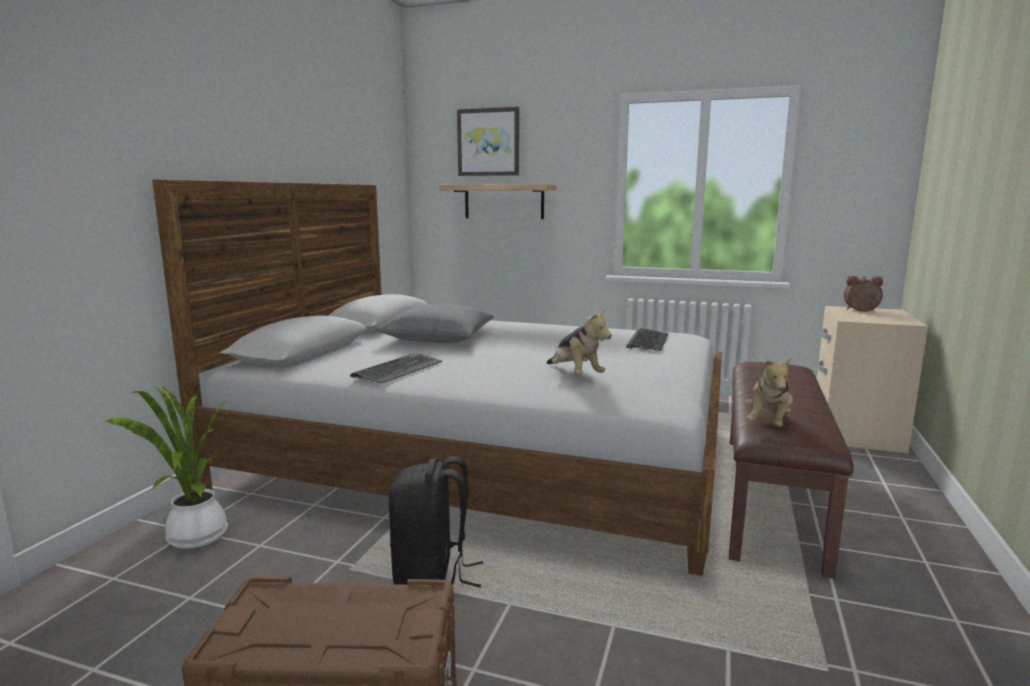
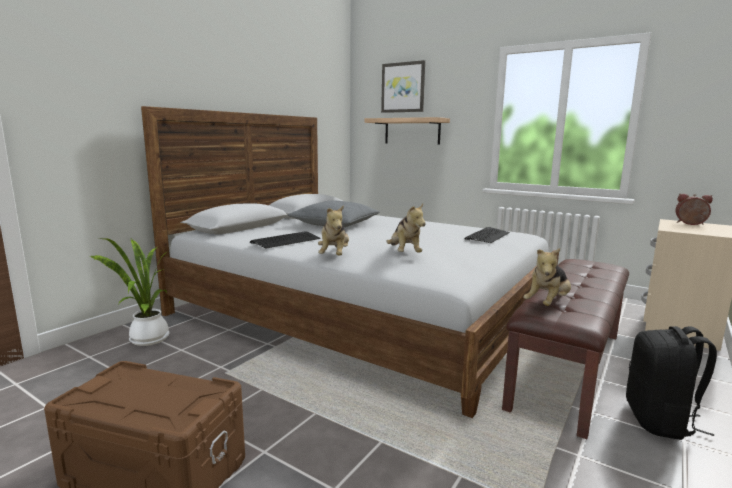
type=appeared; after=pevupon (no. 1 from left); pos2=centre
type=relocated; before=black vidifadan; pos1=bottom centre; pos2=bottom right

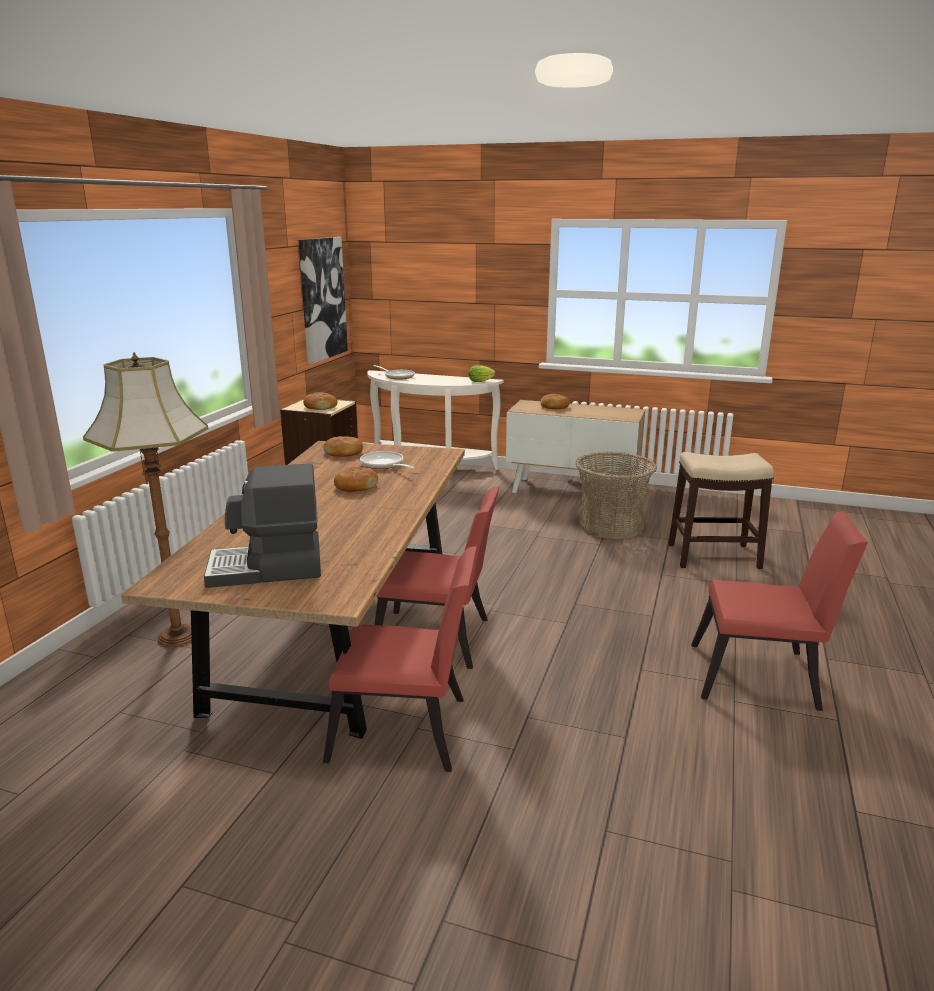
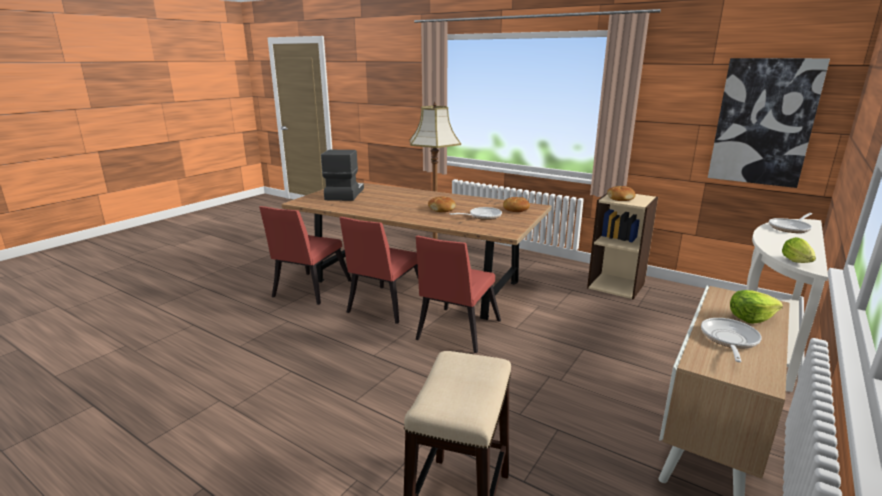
type=missing; before=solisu; pos1=centre
type=appeared; after=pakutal (no. 2 from left); pos2=bottom right
type=relocated; before=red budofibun (no. 3 from left); pos1=middle right; pos2=centre
type=exchanged; before=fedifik (no. 4 from left); after=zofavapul (no. 1 from left); pos1=centre; pos2=middle right

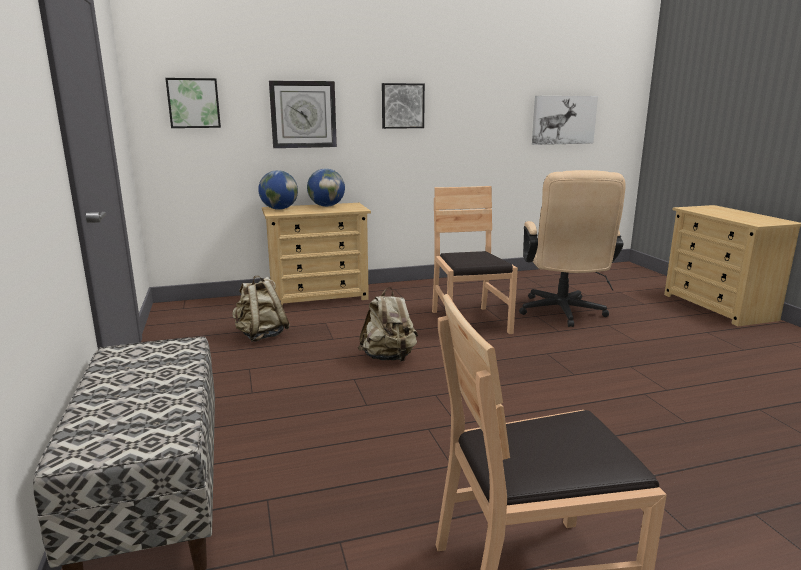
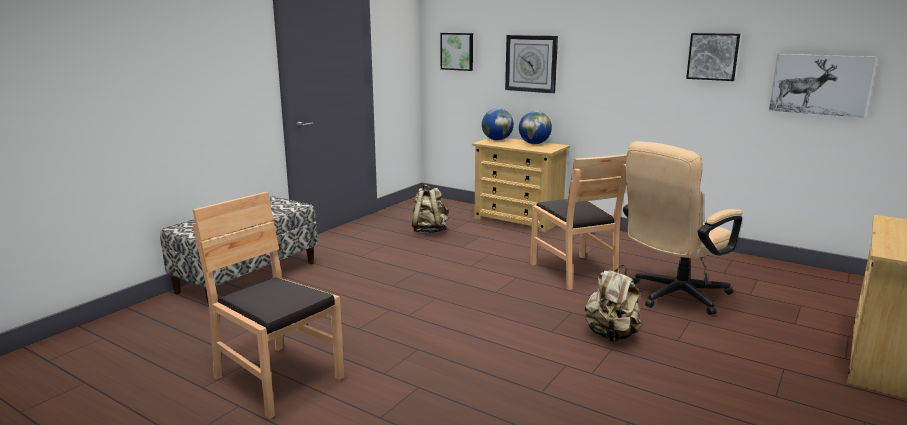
type=relocated; before=beige vidifadan (no. 2 from left); pos1=centre; pos2=bottom right
type=relocated; before=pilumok (no. 2 from left); pos1=top centre; pos2=top right
type=spun; before=brown budofibun (no. 1 from left in the first image); pos1=centre; pos2=centre; turn=120

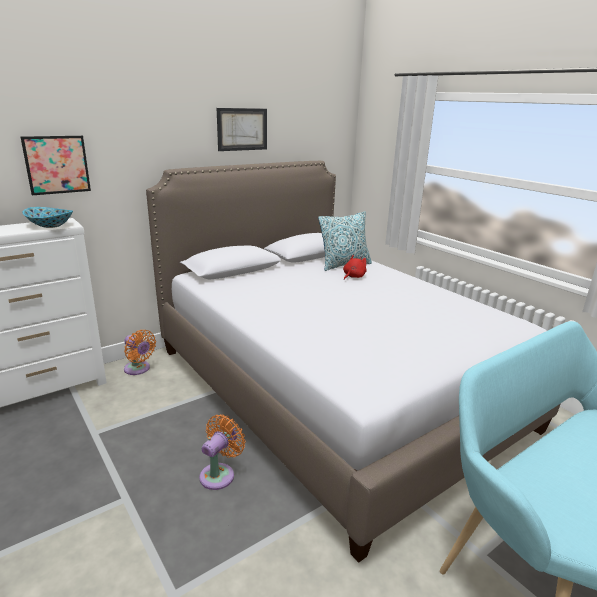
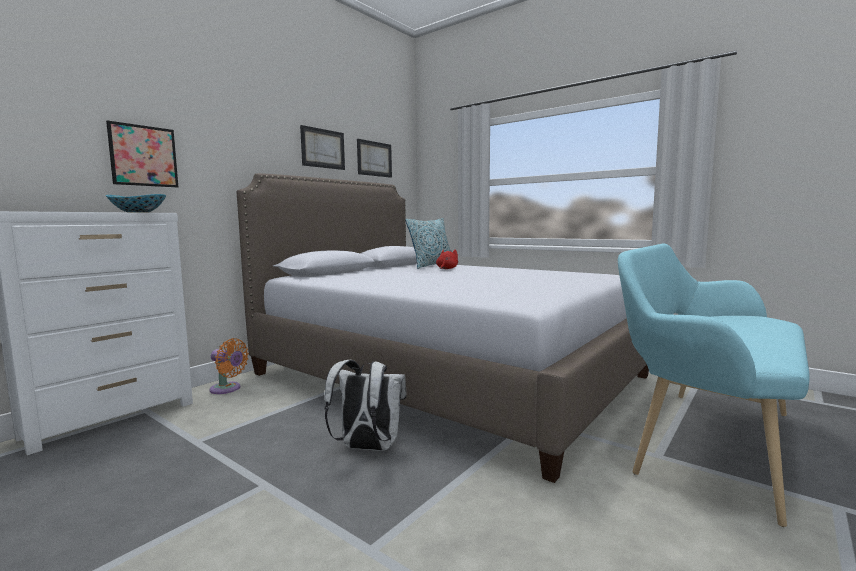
type=appeared; after=pilumok (no. 3 from left); pos2=top centre
type=exchanged; before=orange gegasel (no. 2 from left); after=white vidifadan; pos1=bottom centre; pos2=bottom centre

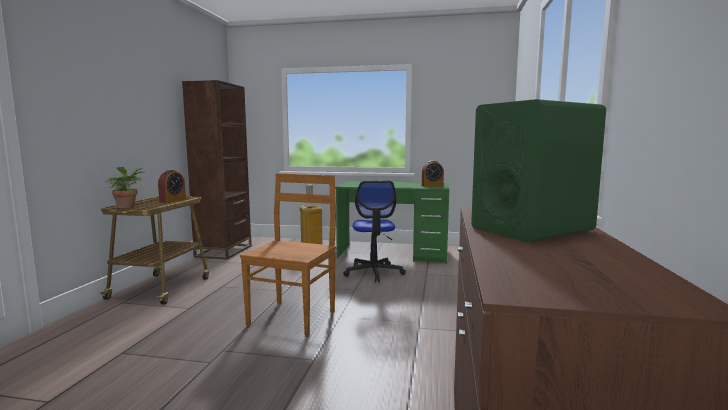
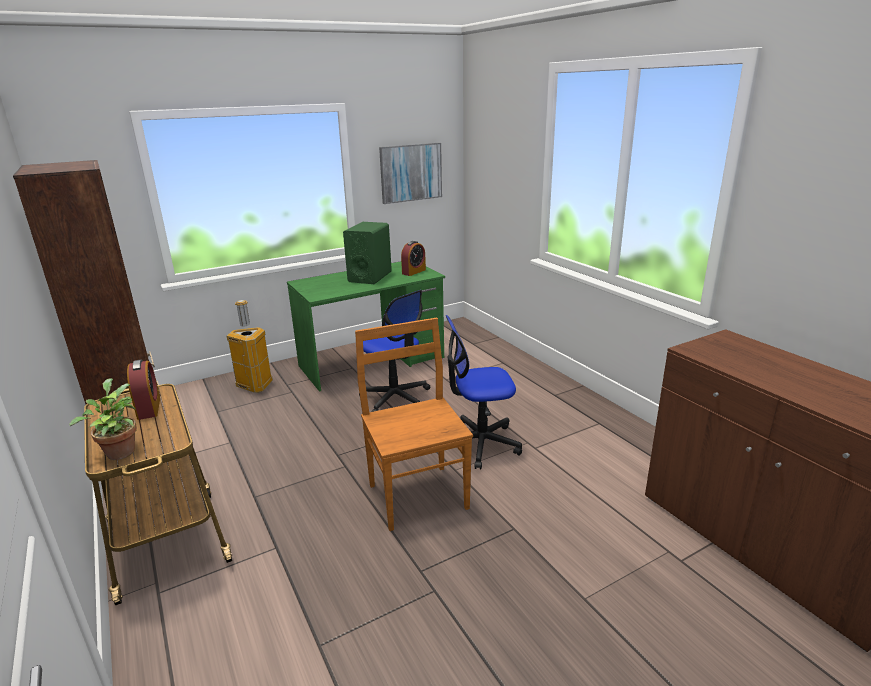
type=appeared; after=pilumok; pos2=top centre
type=appeared; after=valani (no. 2 from left); pos2=centre
type=relocated; before=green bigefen; pos1=middle right; pos2=centre

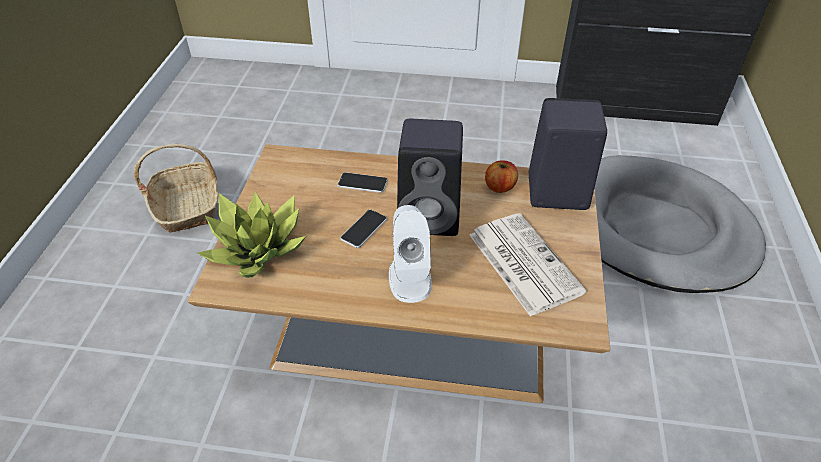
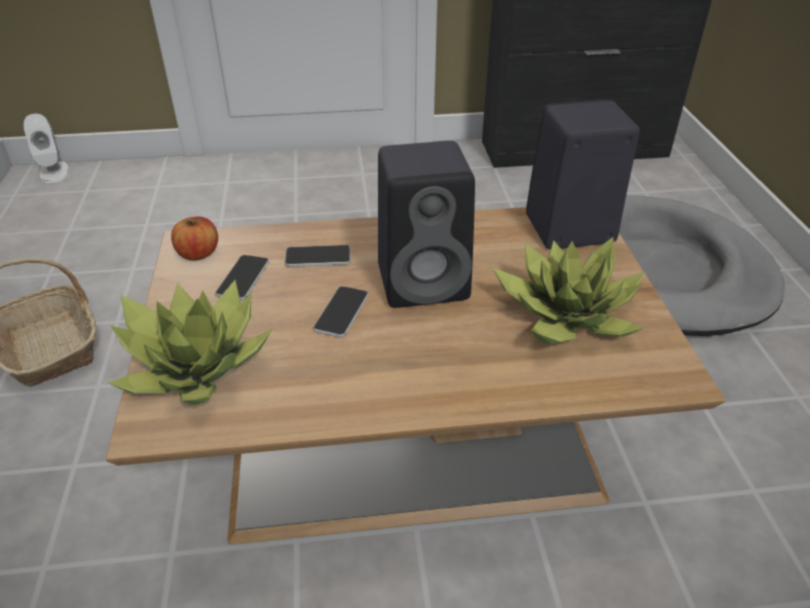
type=appeared; after=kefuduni (no. 1 from left); pos2=middle left
type=relocated; before=white bigefen; pos1=centre; pos2=top left
type=relocated; before=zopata; pos1=centre; pos2=middle left
type=exchanged; before=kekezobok; after=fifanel (no. 2 from left); pos1=centre; pos2=middle right

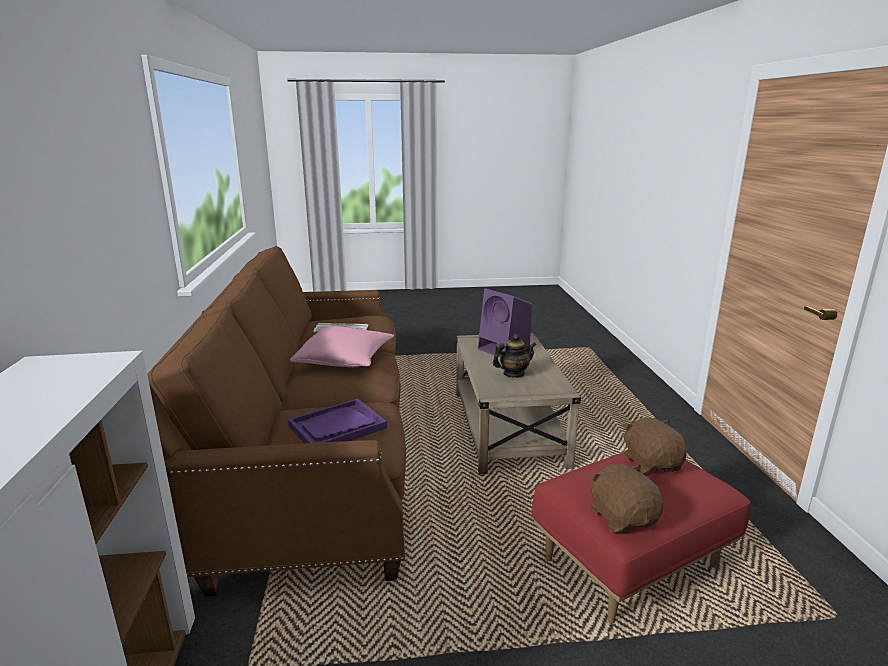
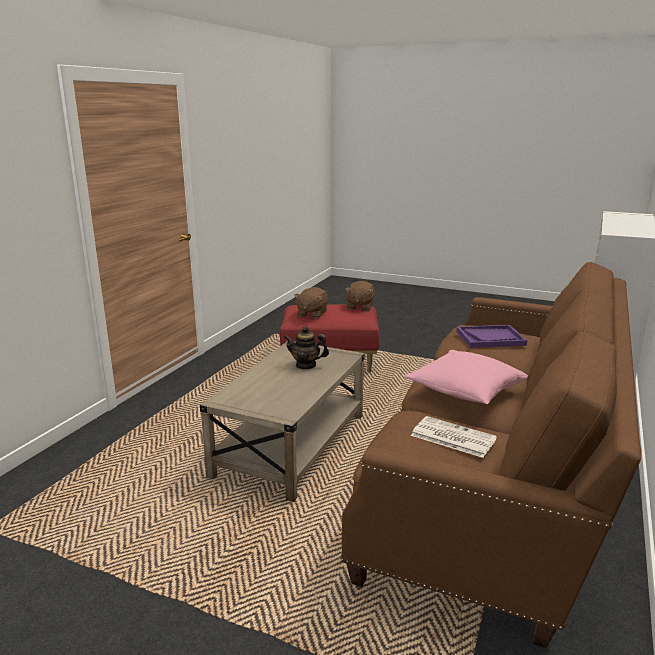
type=missing; before=purple bigefen; pos1=centre

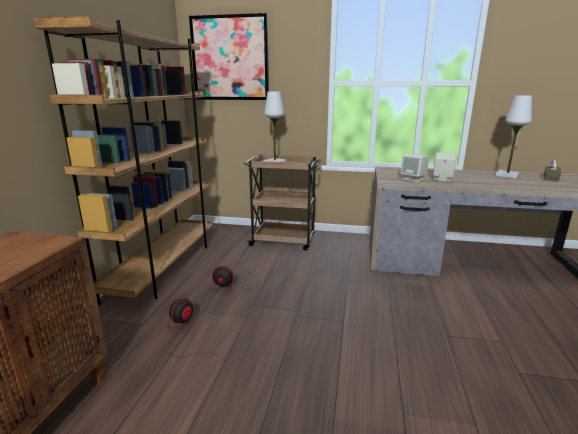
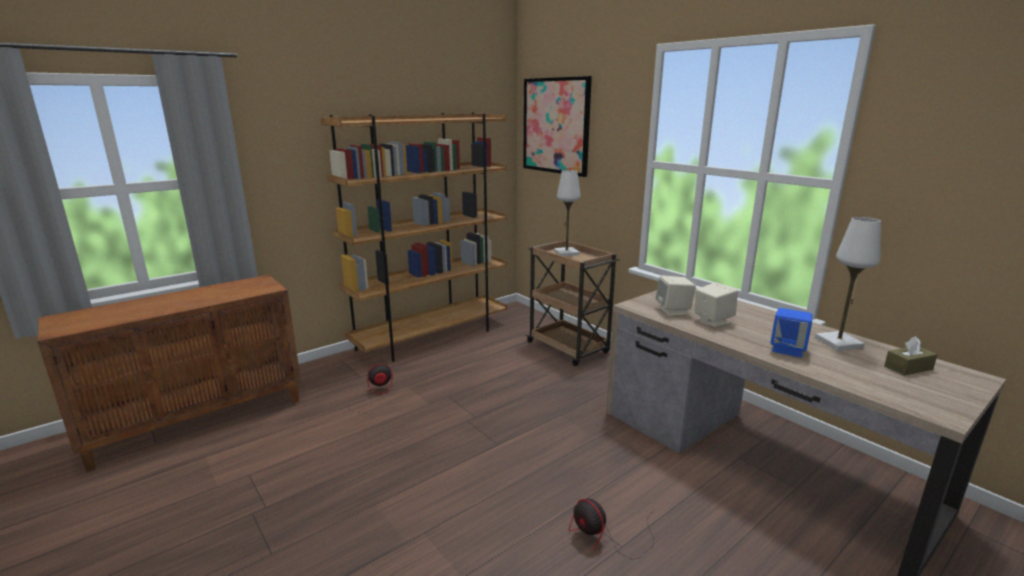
type=appeared; after=blue bigefen; pos2=middle right
type=relocated; before=gegasel (no. 2 from left); pos1=centre; pos2=bottom centre

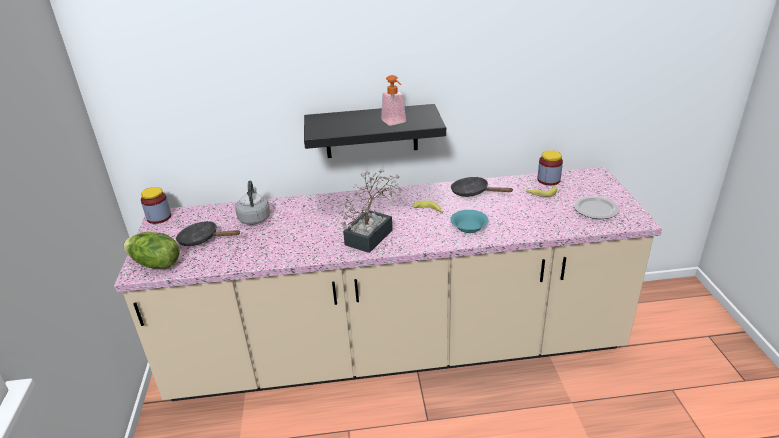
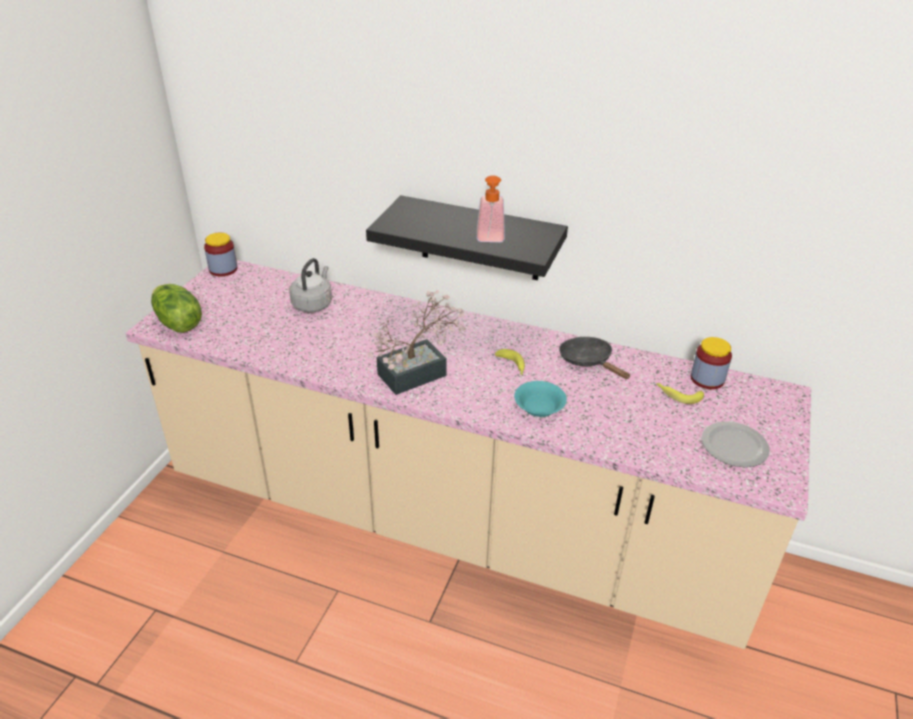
type=missing; before=black pakutal (no. 1 from left); pos1=middle left

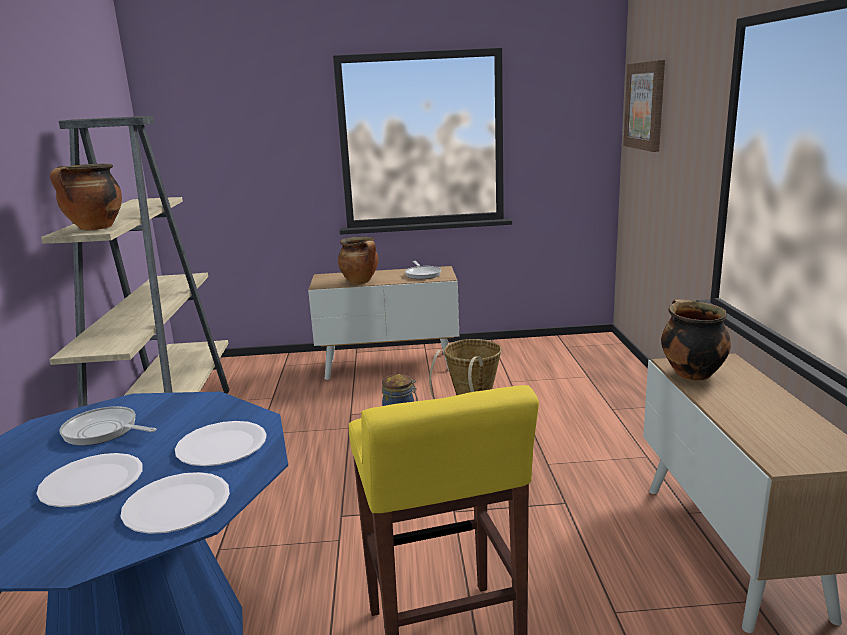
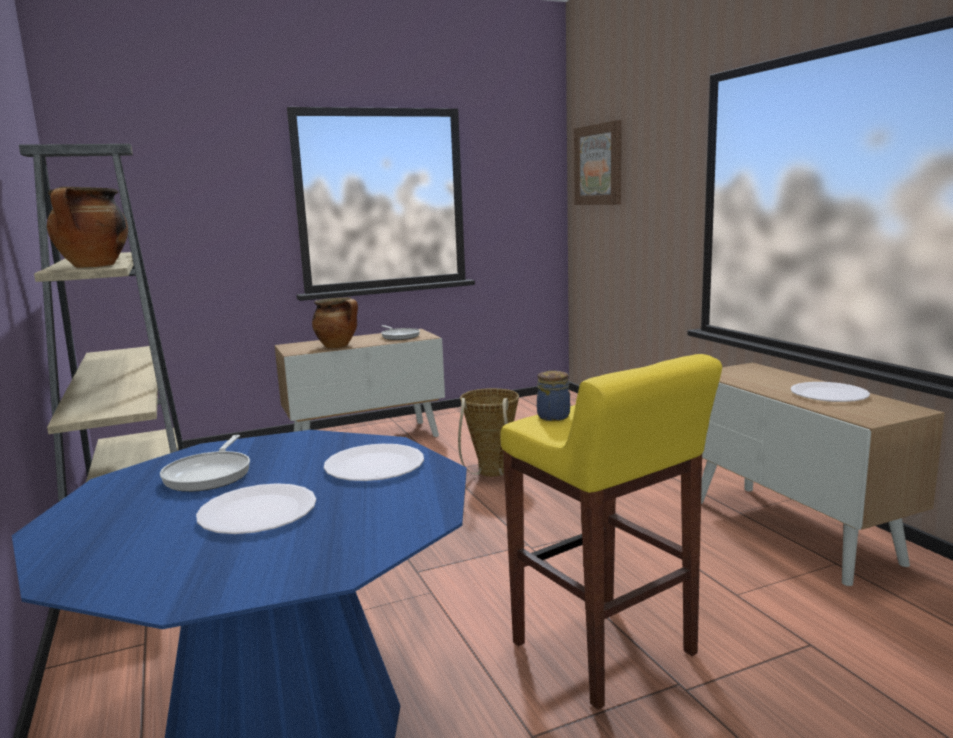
type=missing; before=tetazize (no. 3 from left); pos1=middle right
type=relocated; before=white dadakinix (no. 2 from left in the first image); after=white dadakinix (no. 3 from left); pos1=bottom left; pos2=middle right
type=spun; before=pakutal (no. 1 from left); pos1=bottom left; pos2=middle left; turn=-90

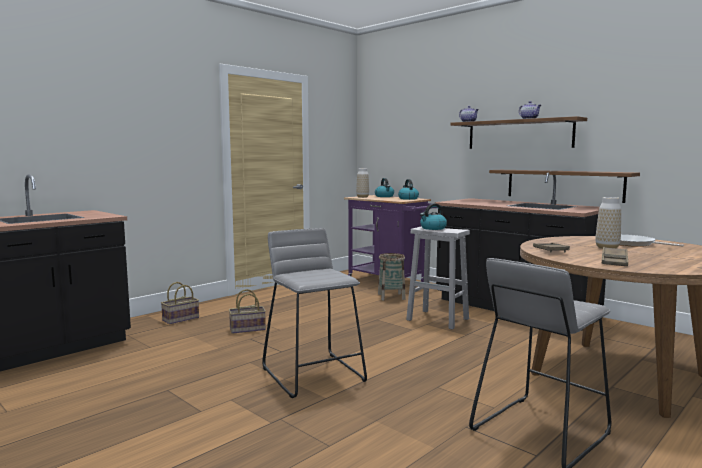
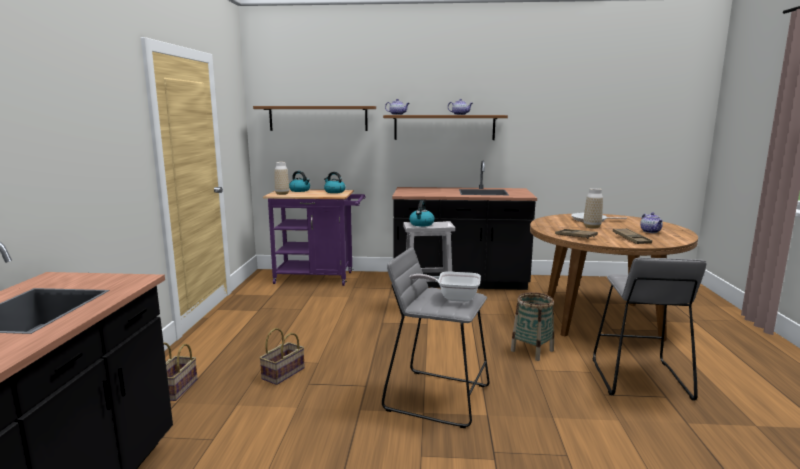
type=appeared; after=pakutal (no. 1 from left); pos2=centre
type=appeared; after=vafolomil (no. 3 from left); pos2=middle right
type=relocated; before=solisu (no. 3 from left); pos1=centre; pos2=bottom centre
type=relocated; before=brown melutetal (no. 2 from left in the first image); after=brown melutetal (no. 1 from left); pos1=middle right; pos2=top centre

